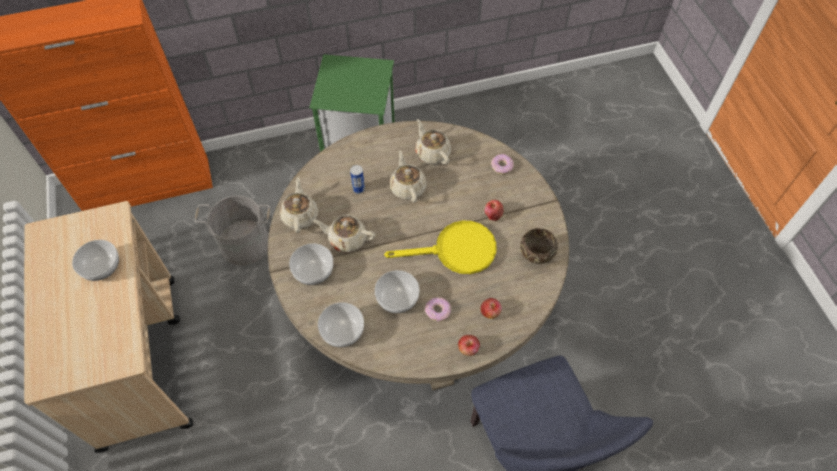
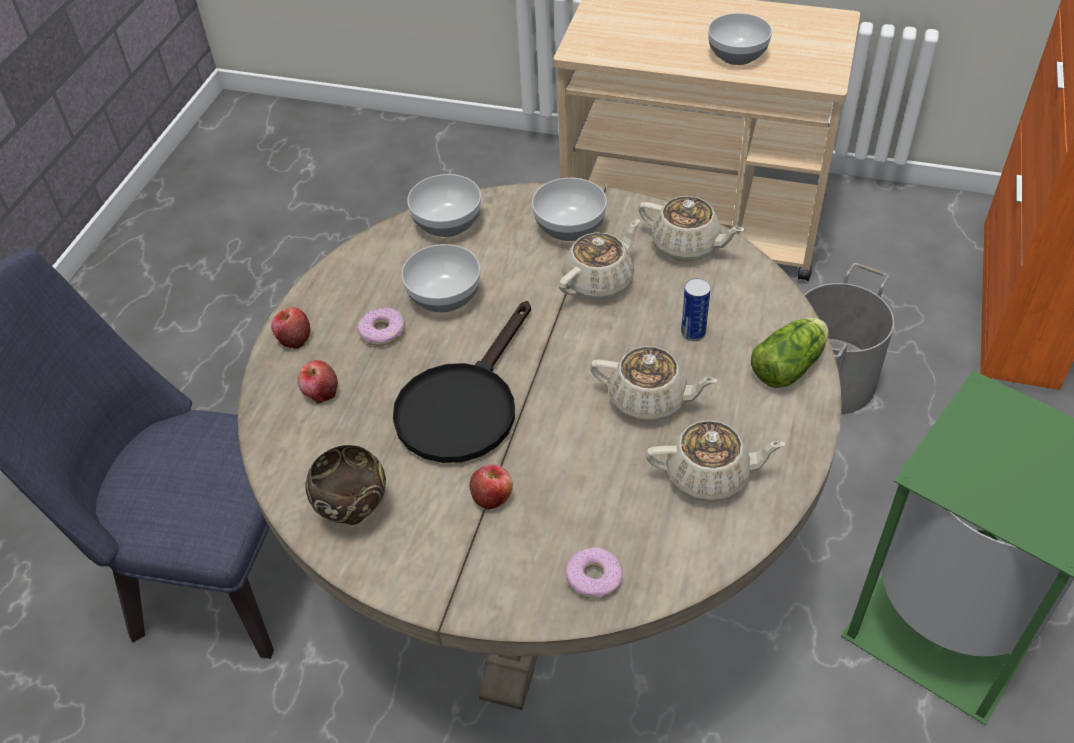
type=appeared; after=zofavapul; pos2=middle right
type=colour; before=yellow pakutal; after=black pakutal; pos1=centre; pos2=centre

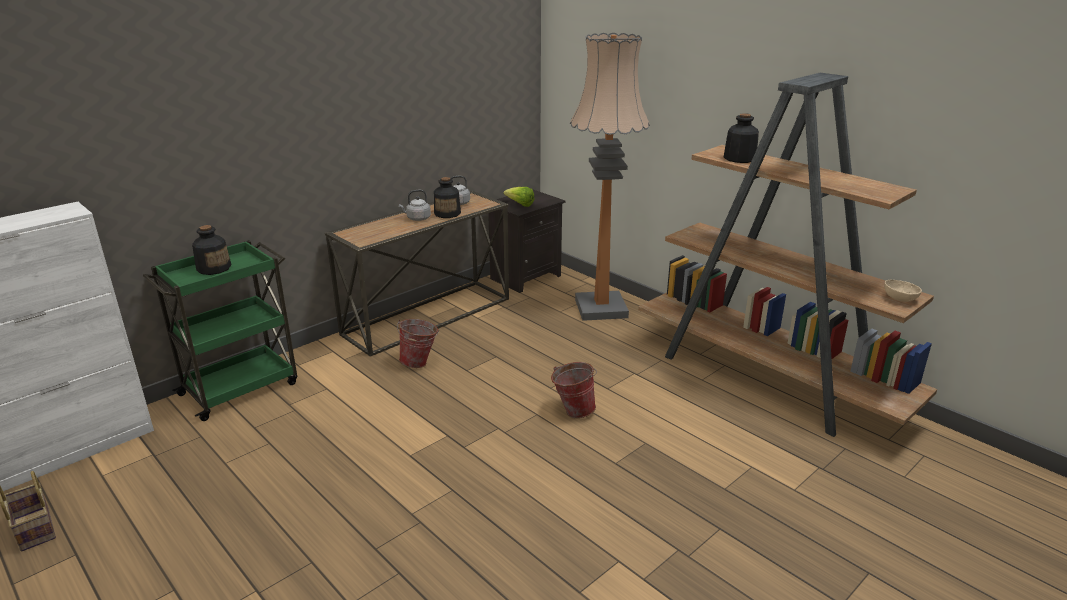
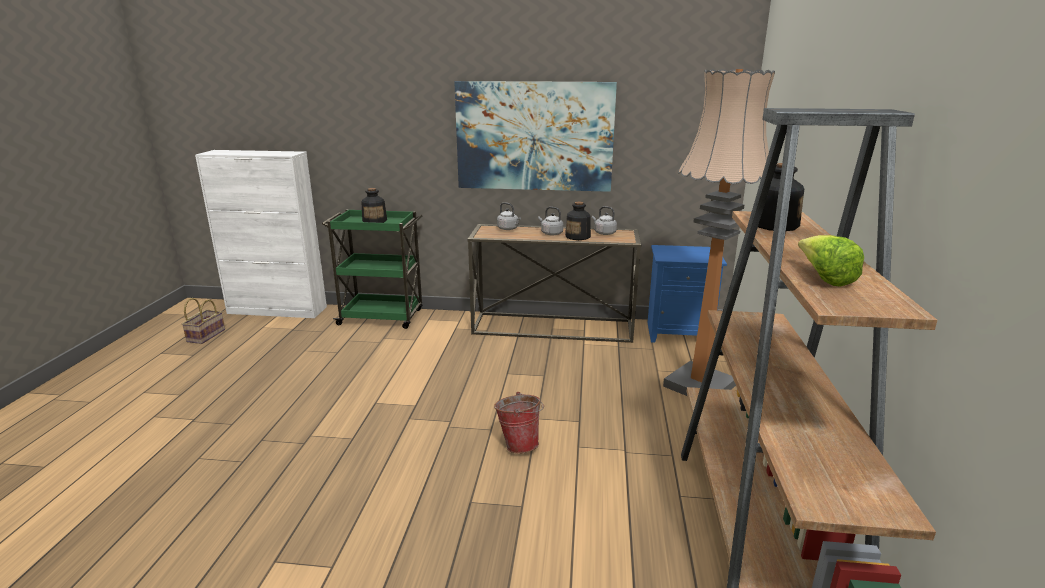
type=missing; before=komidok (no. 1 from left); pos1=centre
type=missing; before=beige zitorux; pos1=middle right
type=appeared; after=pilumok; pos2=top centre
type=appeared; after=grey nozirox (no. 1 from left); pos2=centre
type=relocated; before=zofavapul; pos1=top centre; pos2=middle right
type=colour; before=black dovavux; after=blue dovavux; pos1=centre; pos2=centre

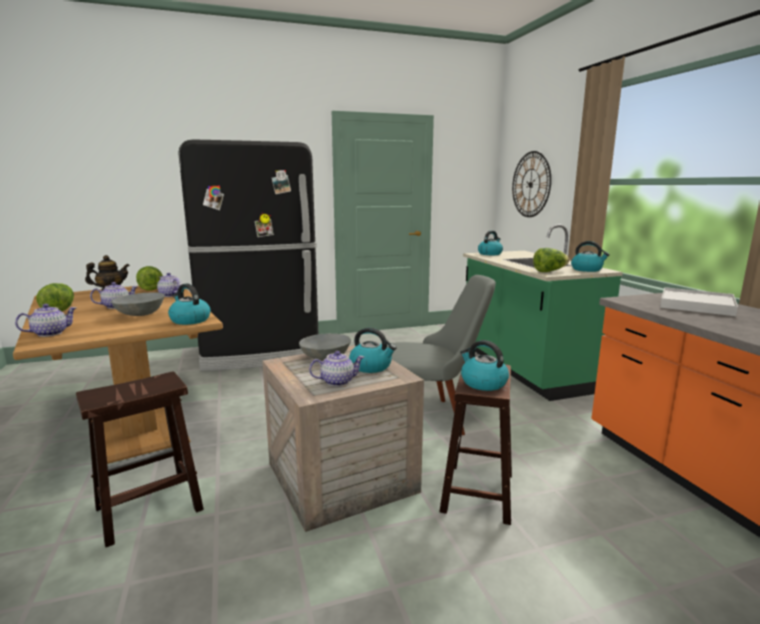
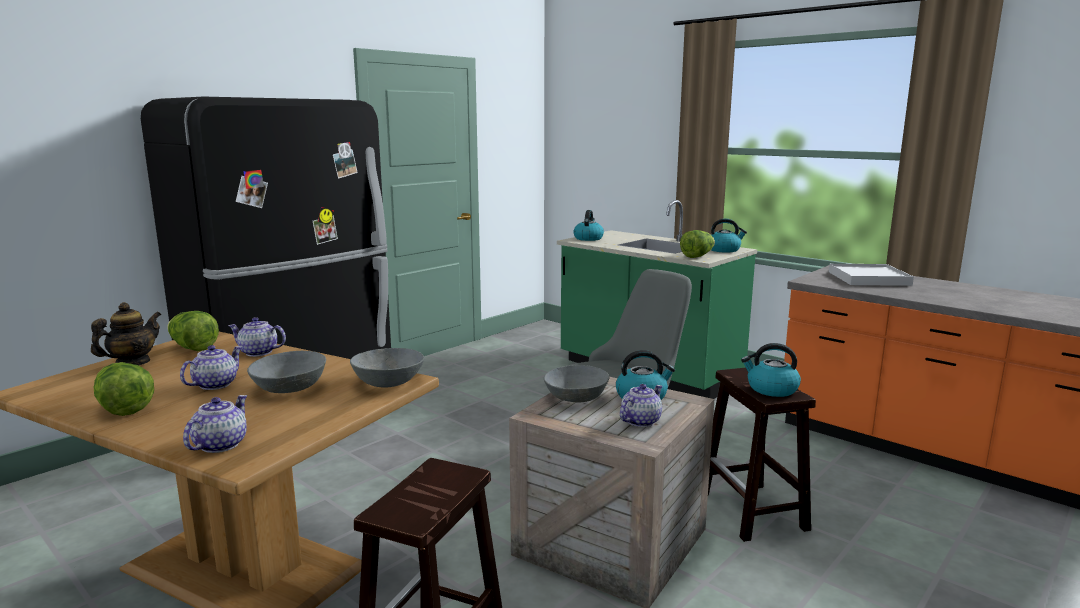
type=missing; before=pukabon; pos1=top right
type=exchanged; before=nozirox (no. 1 from left); after=grey zitorux (no. 2 from left); pos1=middle left; pos2=centre

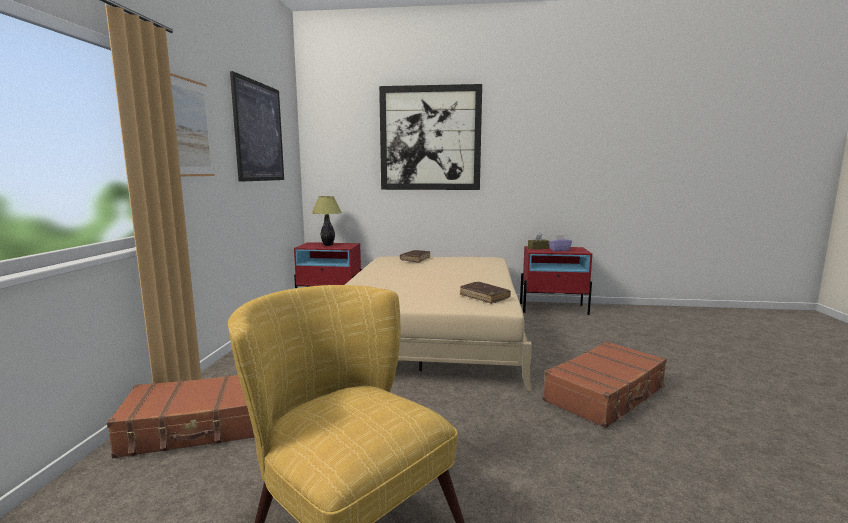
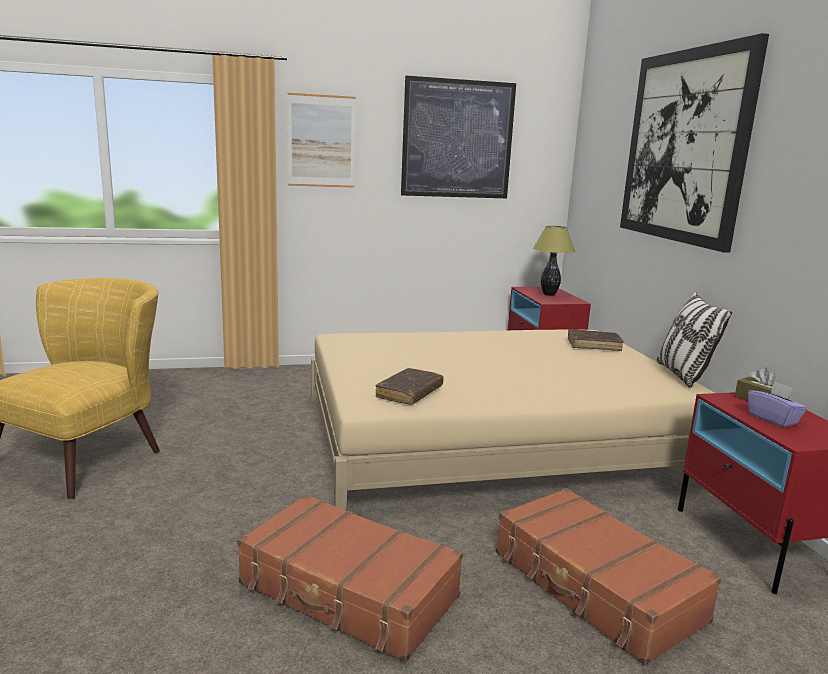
type=appeared; after=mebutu; pos2=middle right
type=relocated; before=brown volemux (no. 1 from left in the first image); after=brown volemux (no. 2 from left); pos1=bottom left; pos2=bottom right

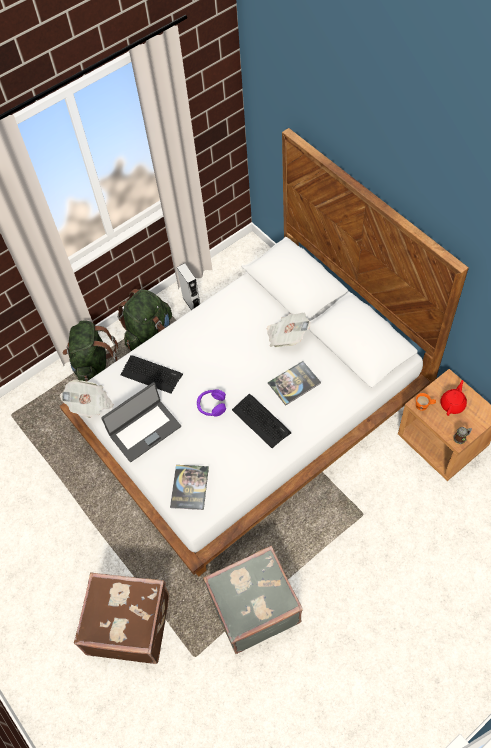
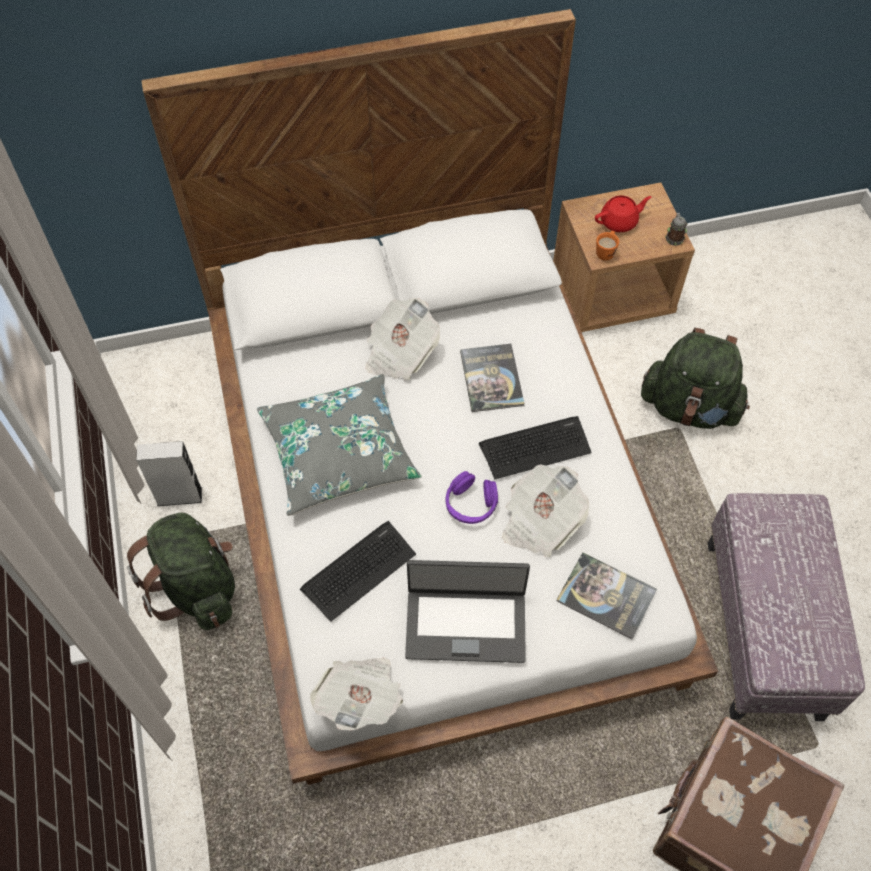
type=appeared; after=grey mebutu; pos2=centre
type=appeared; after=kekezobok (no. 3 from left); pos2=centre
type=relocated; before=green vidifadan (no. 1 from left in the first image); after=green vidifadan (no. 2 from left); pos1=middle left; pos2=middle right
type=exchanged; before=grey volemux; after=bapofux; pos1=bottom centre; pos2=bottom right
type=spun; before=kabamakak; pos1=middle left; pos2=bottom centre; turn=105
type=spun; before=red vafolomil; pos1=middle right; pos2=top right; turn=105

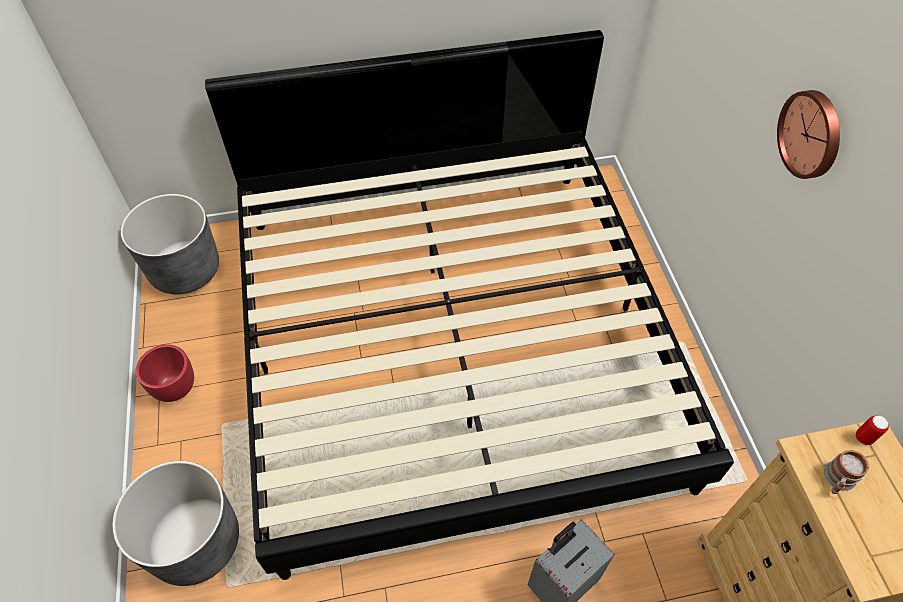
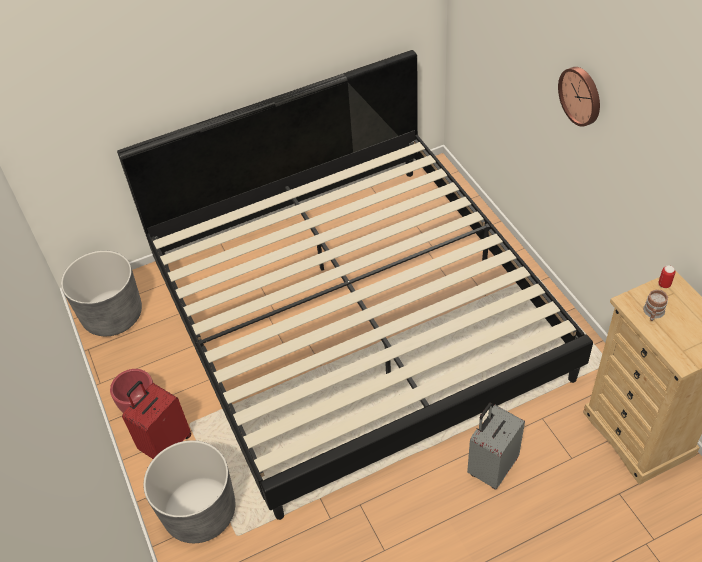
type=appeared; after=red volemux; pos2=bottom left

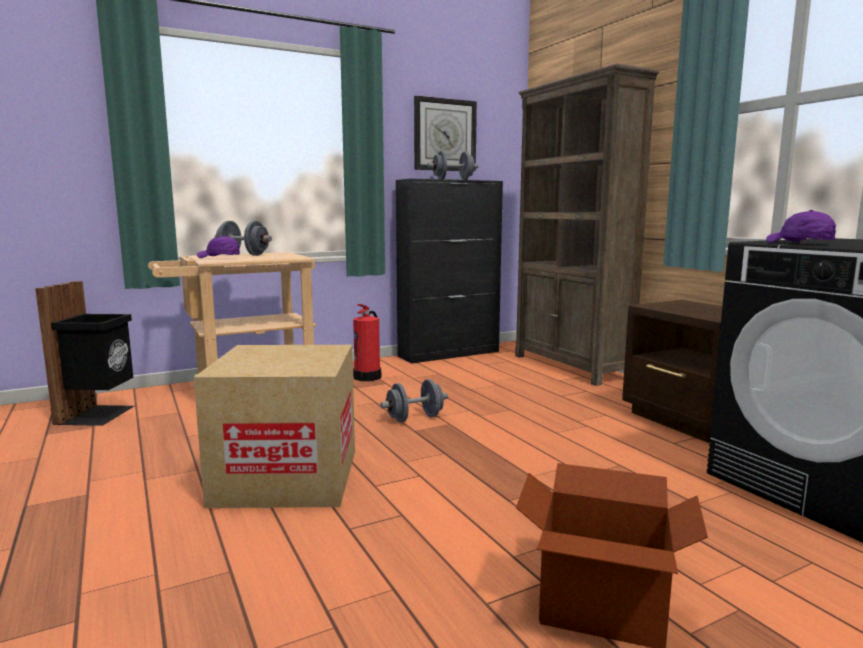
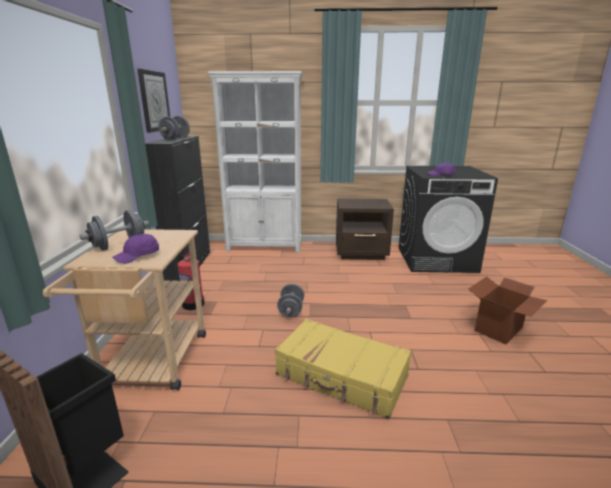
type=exchanged; before=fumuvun (no. 1 from left); after=yellow volemux; pos1=middle left; pos2=bottom centre
type=colour; before=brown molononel; after=white molononel; pos1=middle right; pos2=top centre

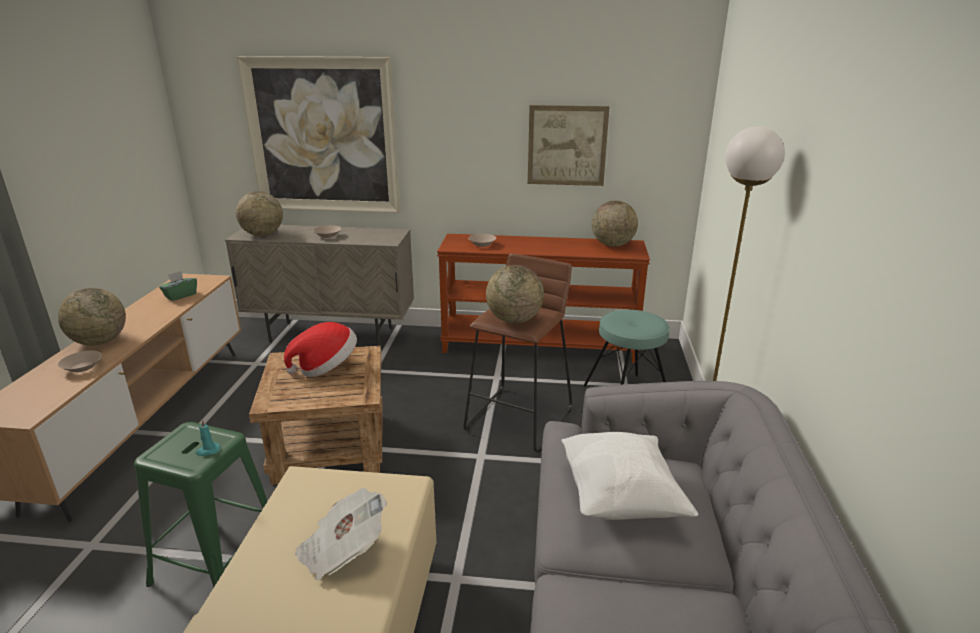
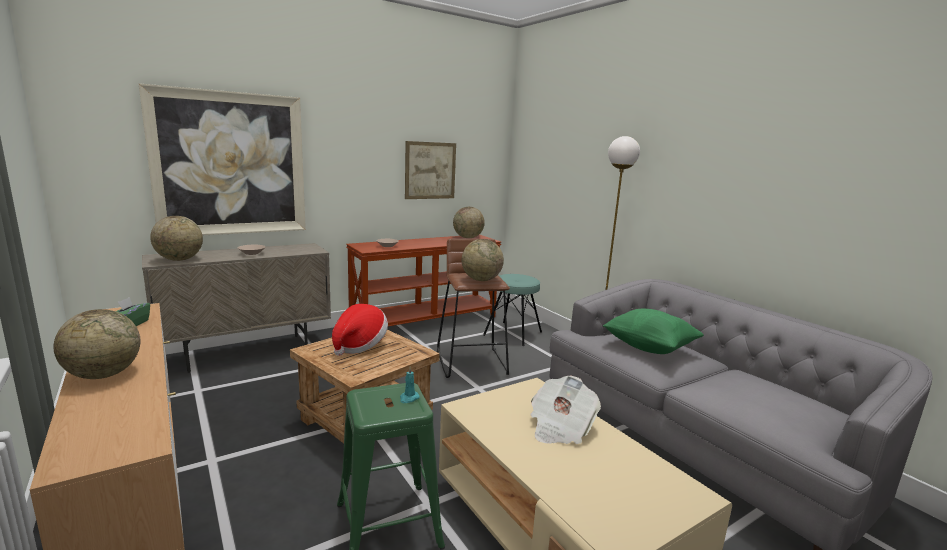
type=missing; before=beige zitorux (no. 1 from left); pos1=middle left
type=colour; before=white mebutu; after=green mebutu; pos1=bottom centre; pos2=middle right

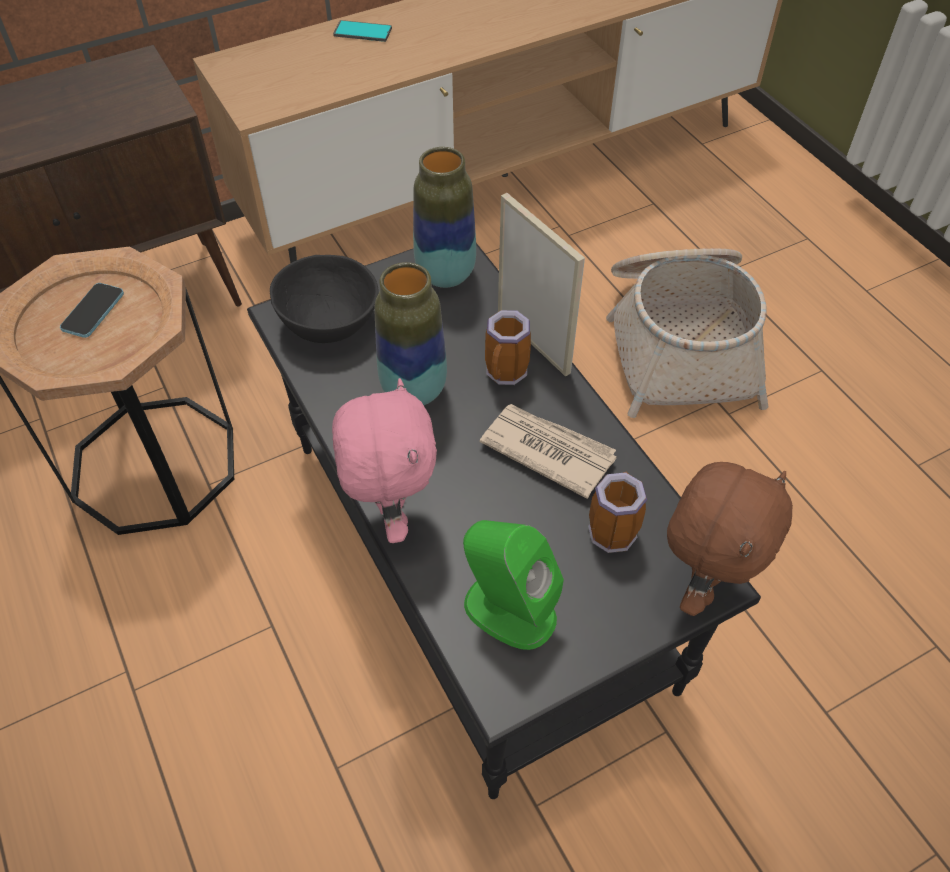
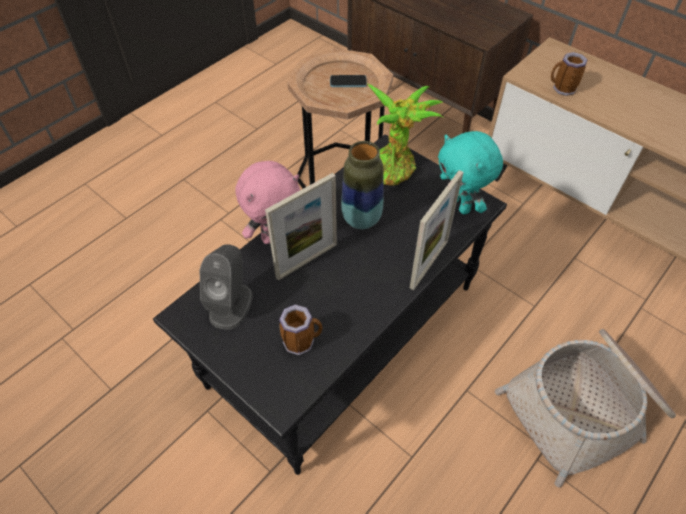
type=missing; before=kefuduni (no. 2 from left); pos1=top centre
type=missing; before=kekezobok; pos1=centre
type=missing; before=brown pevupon; pos1=middle right
type=appeared; after=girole (no. 1 from left); pos2=centre
type=relocated; before=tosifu (no. 1 from left in the first image); after=tosifu (no. 2 from left); pos1=centre; pos2=top right
type=exchanged; before=black zitorux; after=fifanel; pos1=centre; pos2=top centre
type=exchanged; before=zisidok (no. 2 from left); after=turquoise pevupon; pos1=top centre; pos2=middle right
type=colour; before=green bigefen; after=grey bigefen; pos1=bottom centre; pos2=middle left

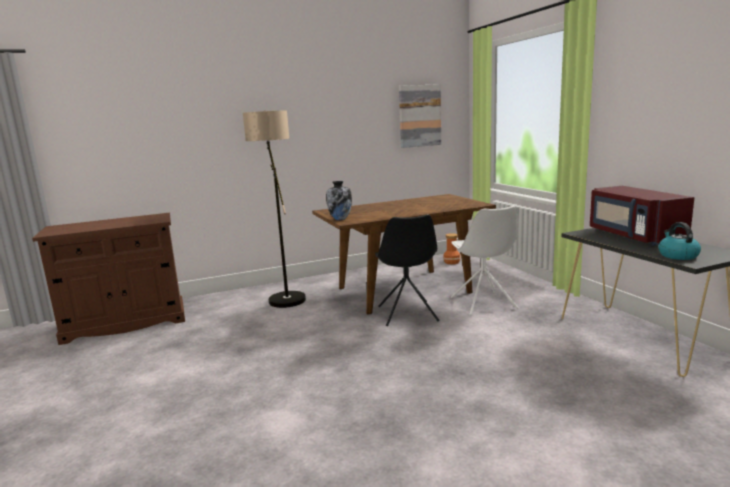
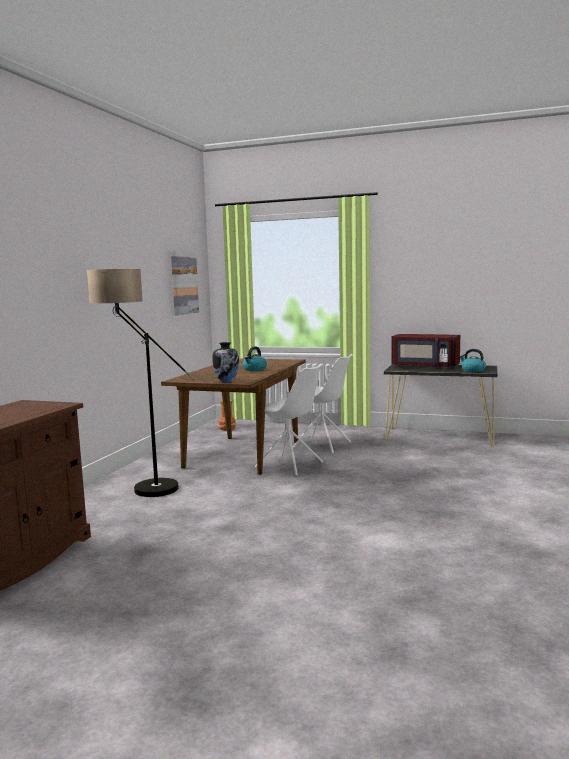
type=appeared; after=nozirox (no. 1 from left); pos2=centre
type=colour; before=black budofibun; after=white budofibun (no. 1 from left); pos1=centre; pos2=centre

